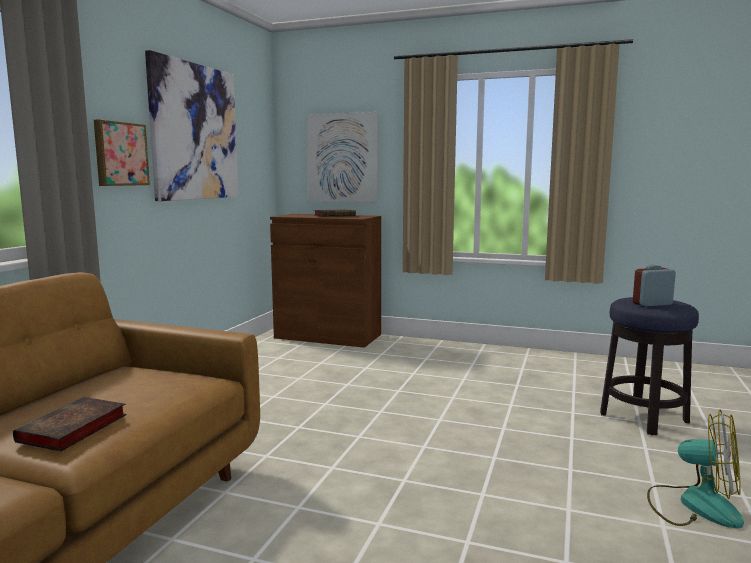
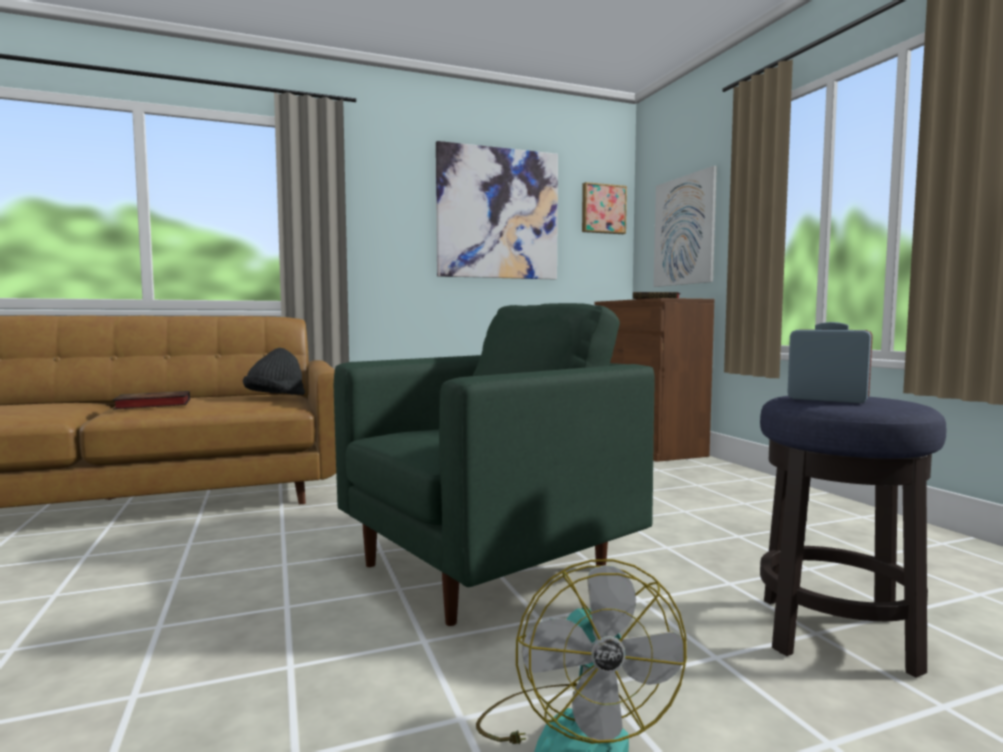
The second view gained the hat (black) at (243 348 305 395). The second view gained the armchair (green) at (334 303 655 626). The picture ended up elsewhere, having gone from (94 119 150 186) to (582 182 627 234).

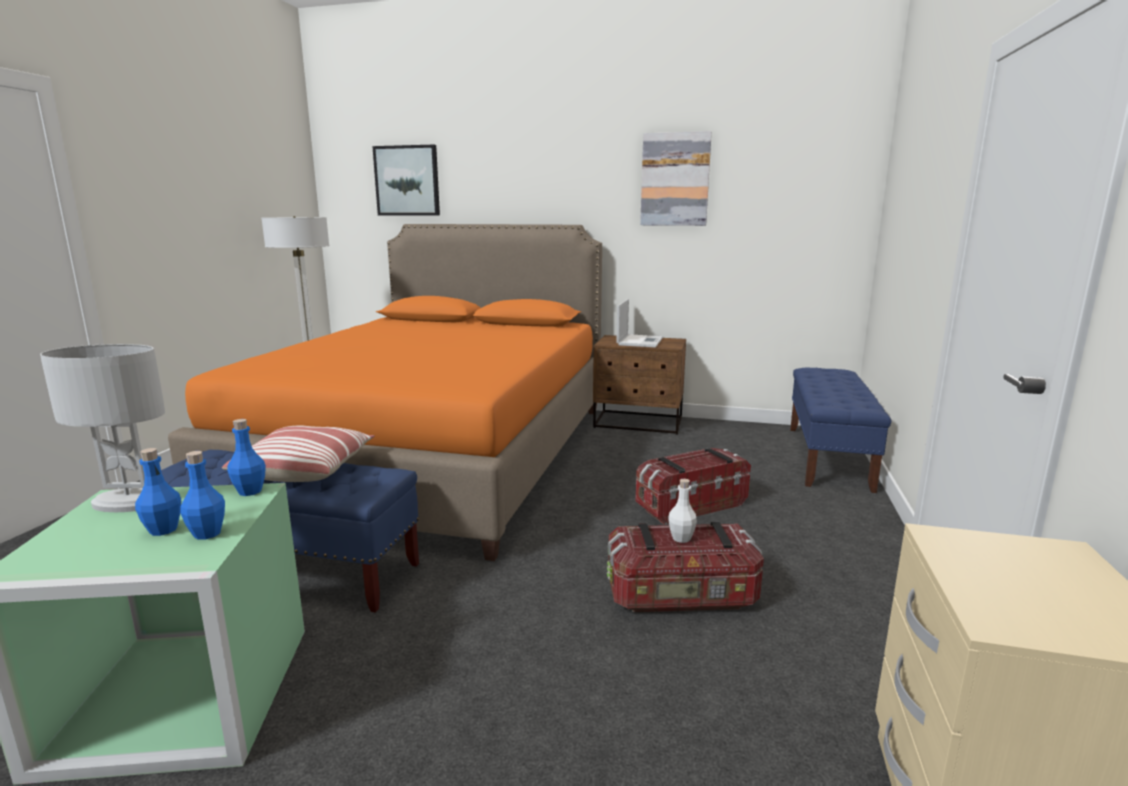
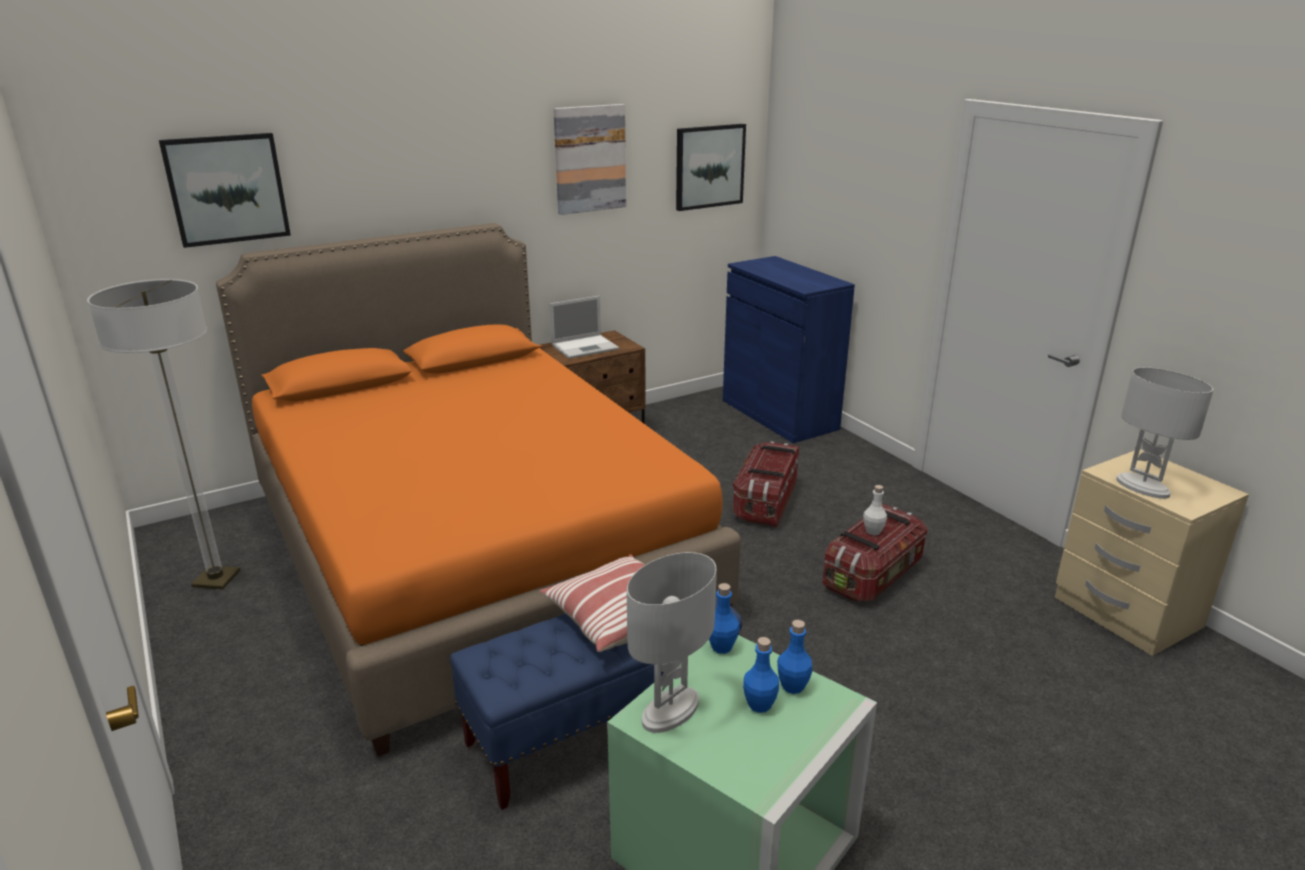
The second view gained the picture at (676 124 746 211). The second view gained the table lamp (white) at (1116 367 1213 499). Where the bench (blue) stood at (790 368 891 493), the cabinet (blue) came to stand at (723 256 855 443). The laptop at (616 299 663 348) ended up facing another way, 90 degrees clockwise from before.

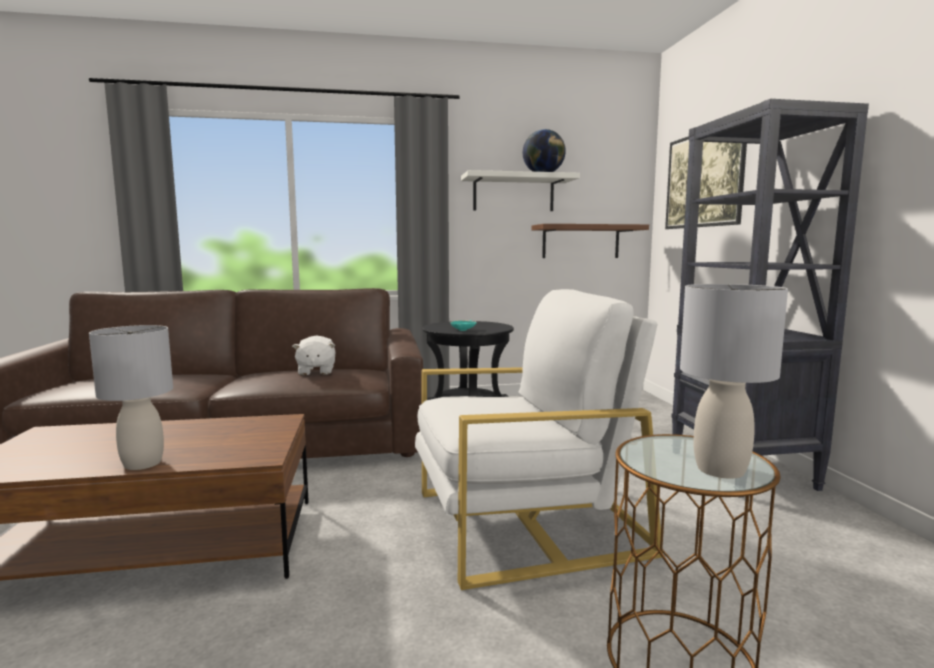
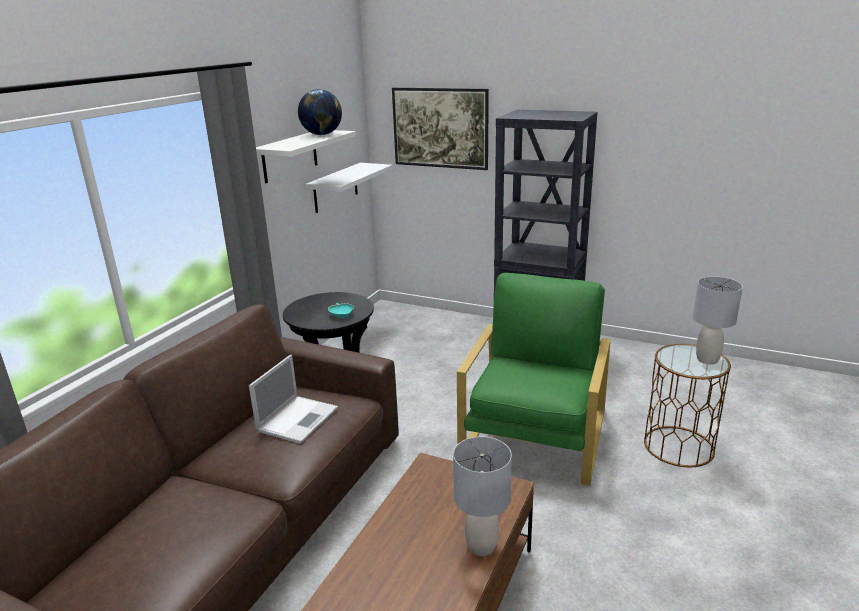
Where the plush toy (white) stood at (292 335 335 375), the laptop came to stand at (249 355 338 444). What was the armchair (white) at (415 289 663 590) turned into the armchair (green) at (457 273 611 486). What was the shelf (brown) at (531 224 649 258) turned into the shelf (white) at (306 163 393 213).

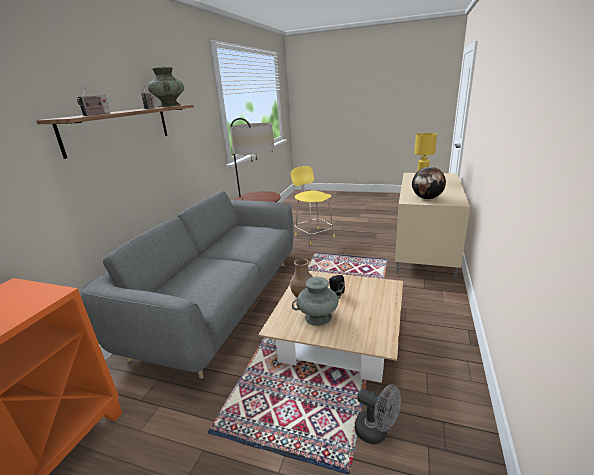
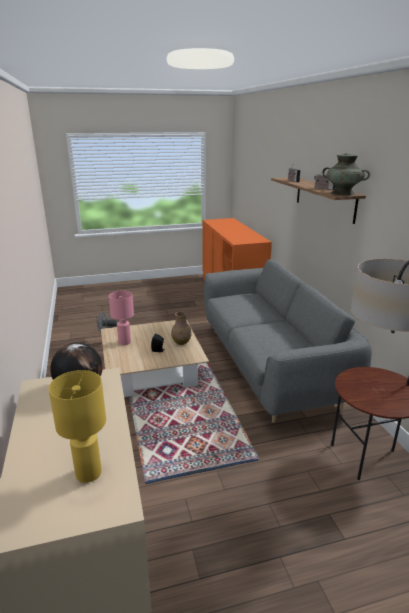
The second view lost the stool (yellow) at (291 166 335 245). The second view lost the vase (grey) at (292 277 342 326). The second view gained the table lamp (pink) at (109 290 134 345).

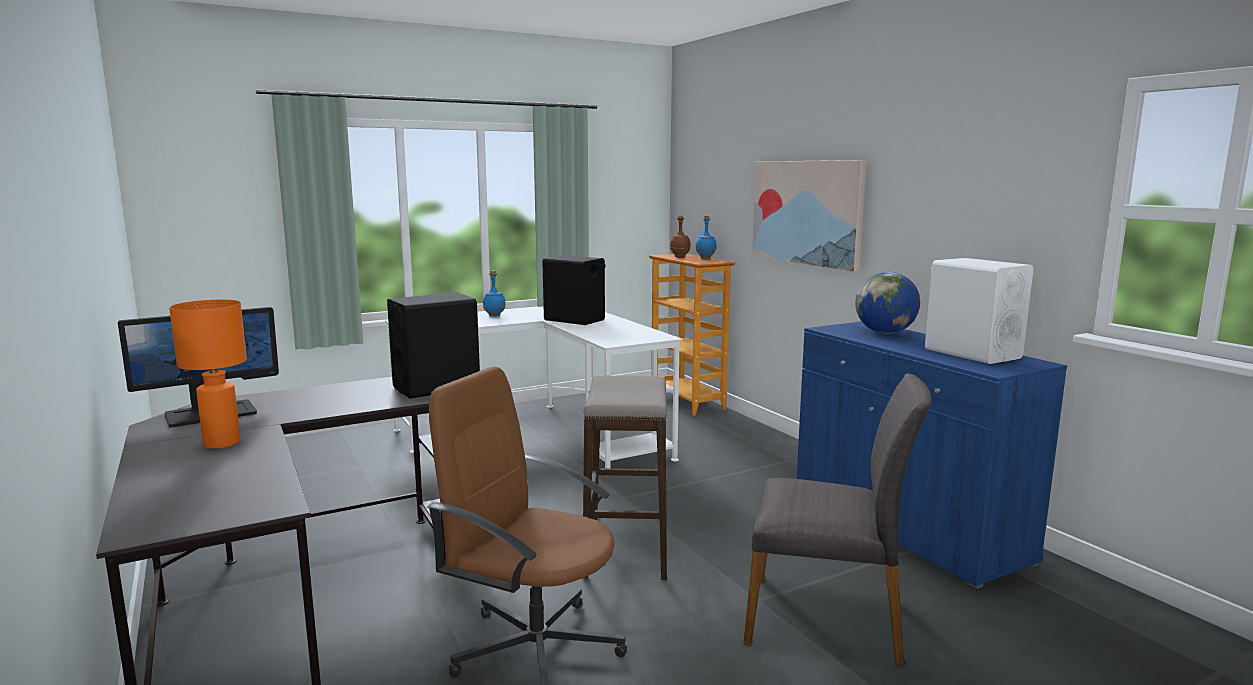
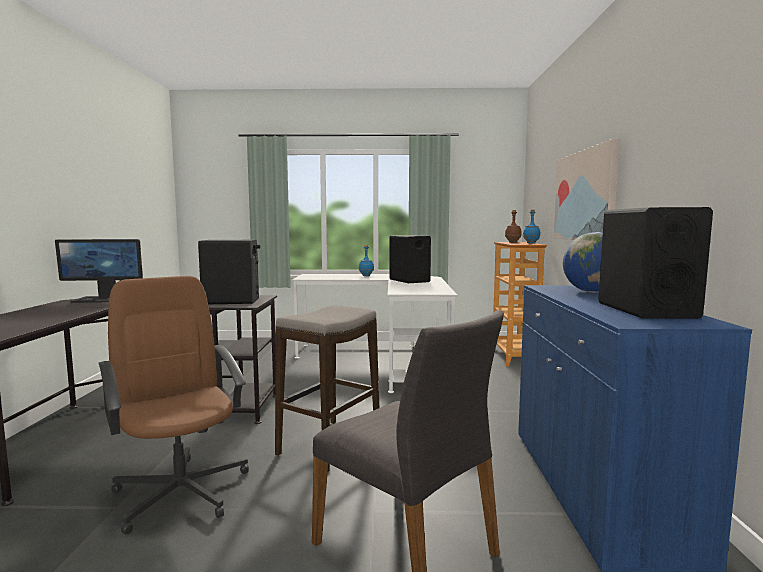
The second view lost the table lamp (orange) at (169 300 247 449). What was the speaker (white) at (925 258 1033 364) turned into the speaker (black) at (598 207 713 319).

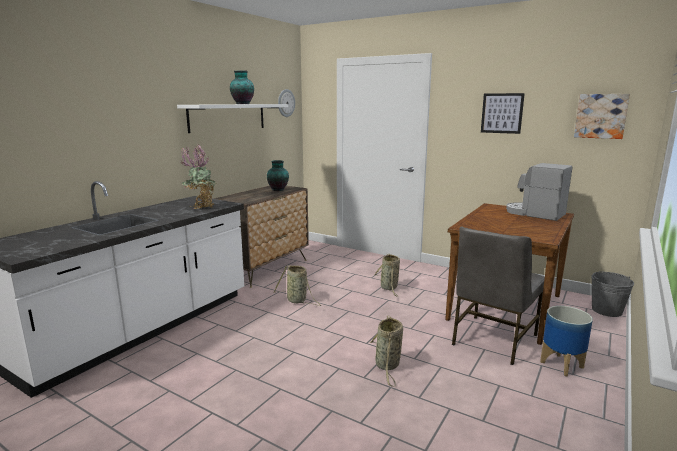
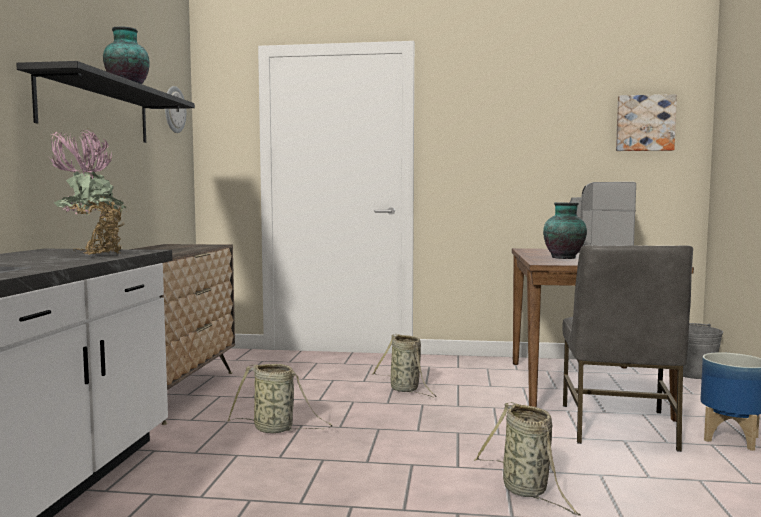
The second view lost the picture at (481 93 525 134). The vase ended up elsewhere, having gone from (267 160 289 191) to (543 202 587 259). What was the shelf (white) at (177 104 288 133) turned into the shelf (black) at (16 61 195 143).

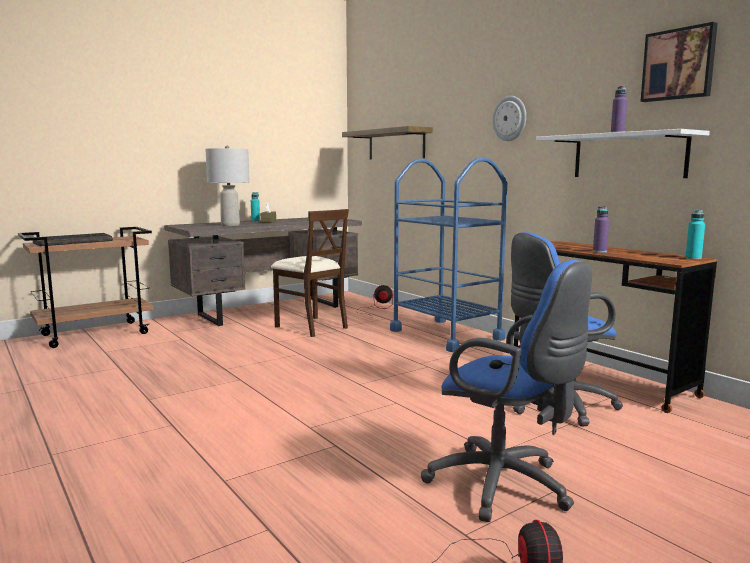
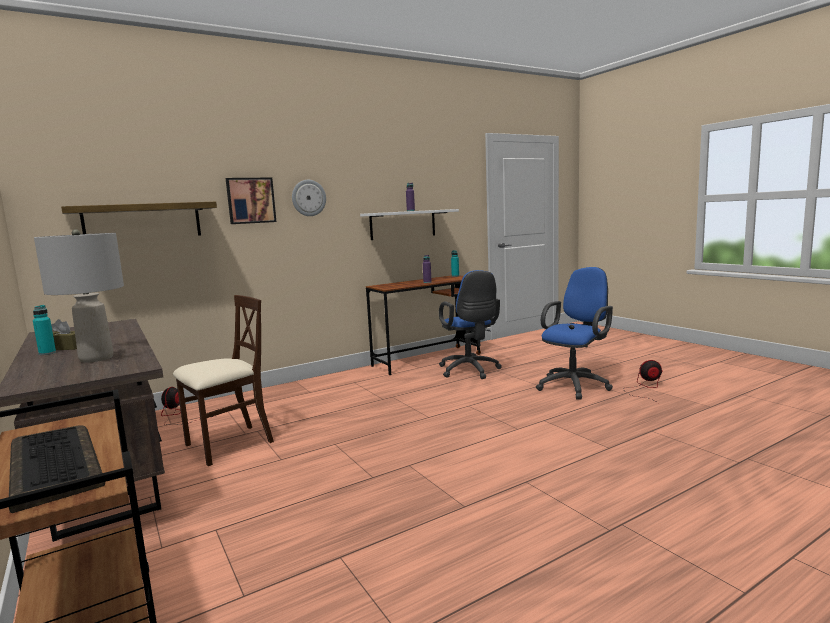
The second view lost the cart (blue) at (390 157 507 352). The picture ended up elsewhere, having gone from (640 22 718 102) to (226 178 276 224).

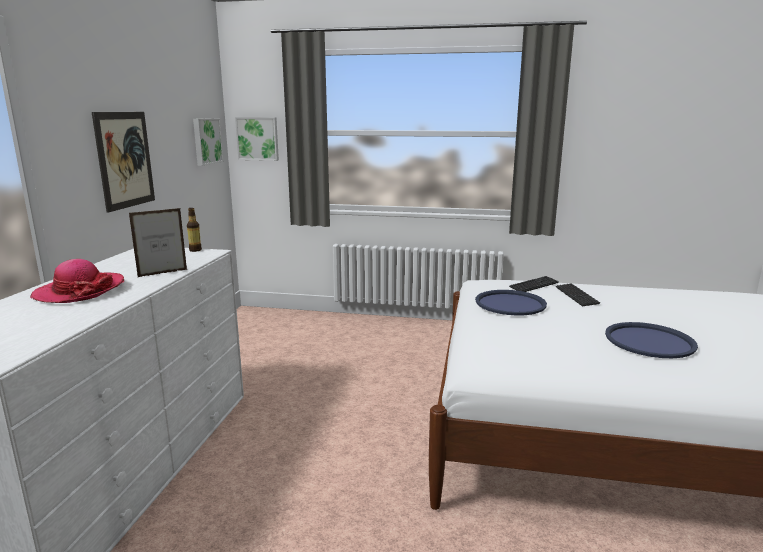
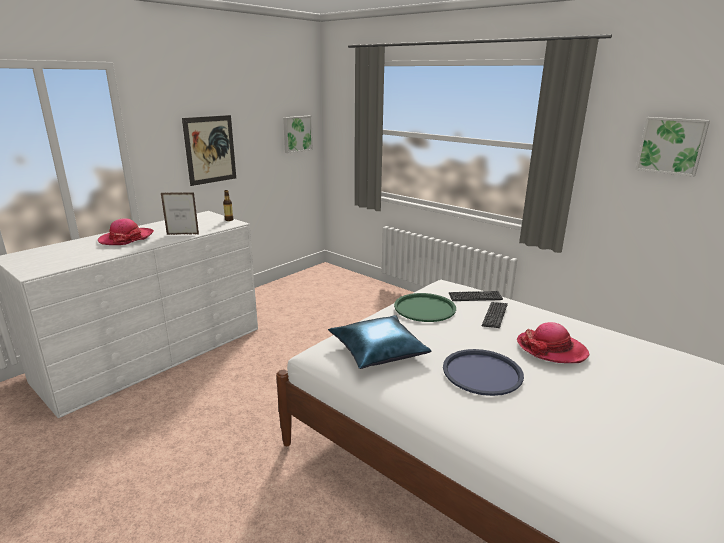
The second view gained the pillow (blue) at (328 315 431 369). The second view gained the hat at (517 322 590 363). The picture ended up elsewhere, having gone from (235 117 279 161) to (635 117 710 177). What was the tray (blue) at (475 290 547 315) turned into the tray (green) at (394 293 456 322).

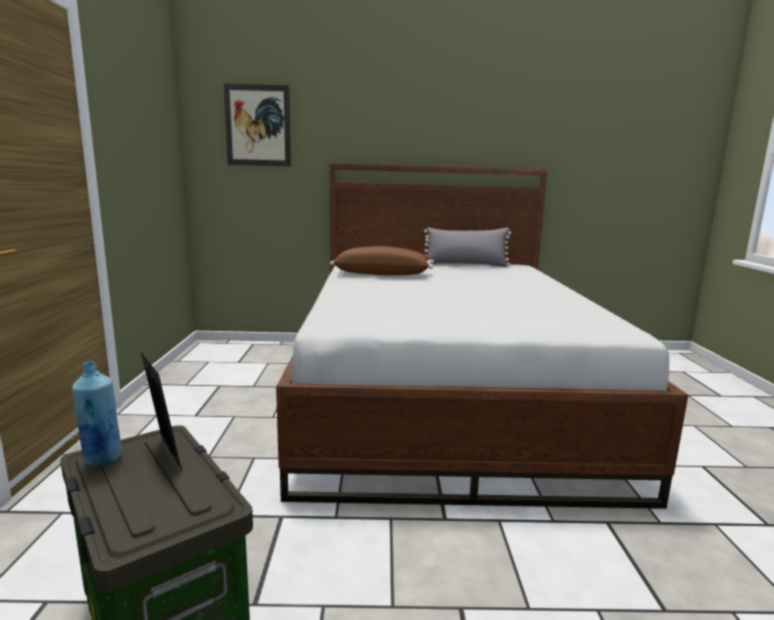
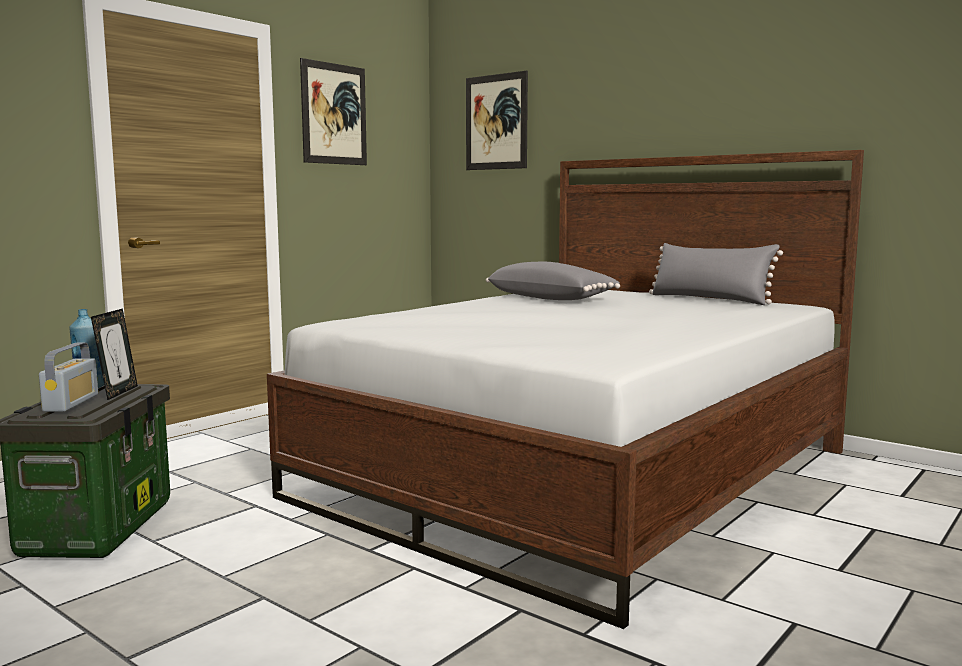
The second view gained the radio at (39 343 98 412). The second view gained the picture at (300 58 367 165). What was the pillow (brown) at (330 246 434 275) turned into the pillow (grey) at (486 262 620 300).

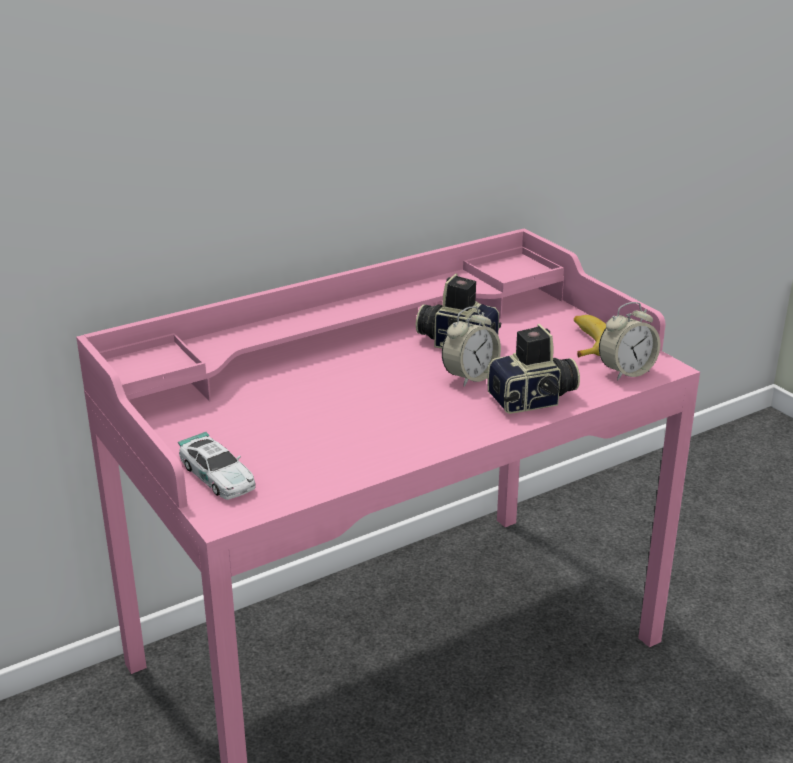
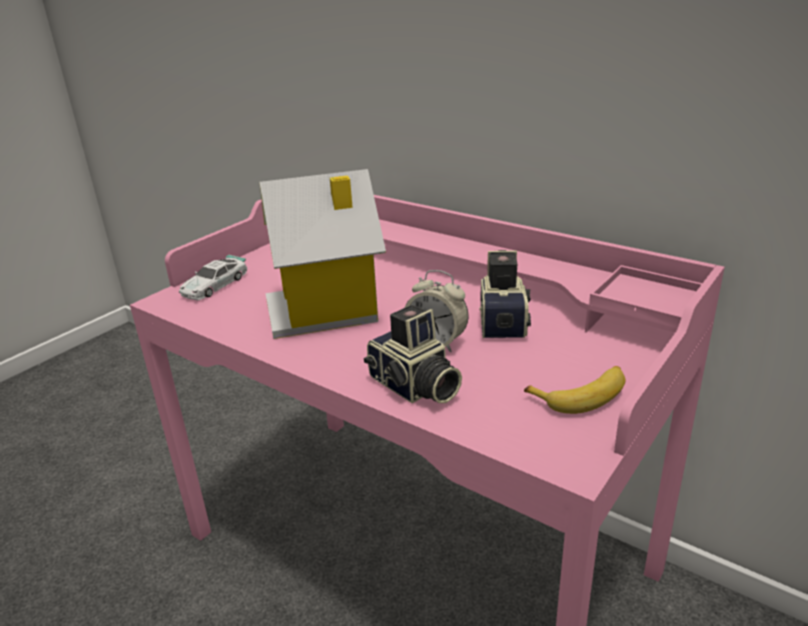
The second view lost the alarm clock at (599 302 660 381). The second view gained the toy house at (260 169 386 339).

